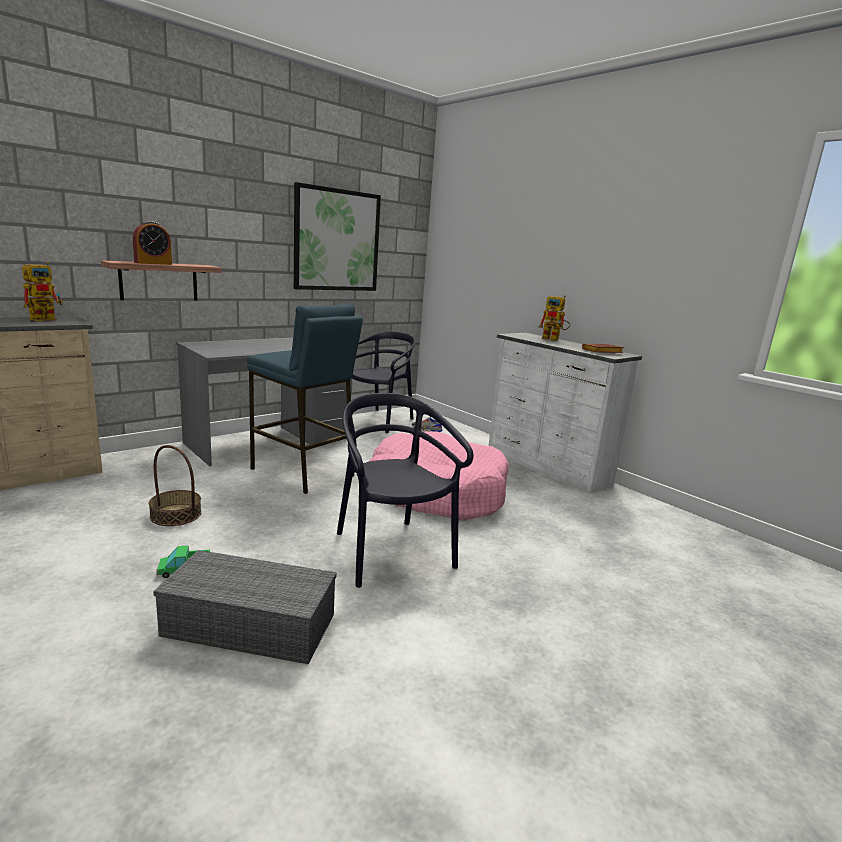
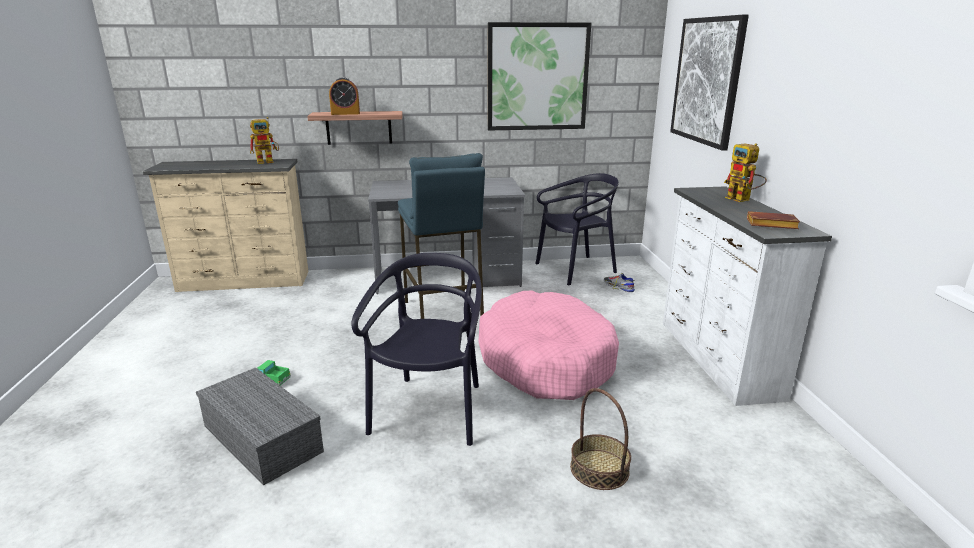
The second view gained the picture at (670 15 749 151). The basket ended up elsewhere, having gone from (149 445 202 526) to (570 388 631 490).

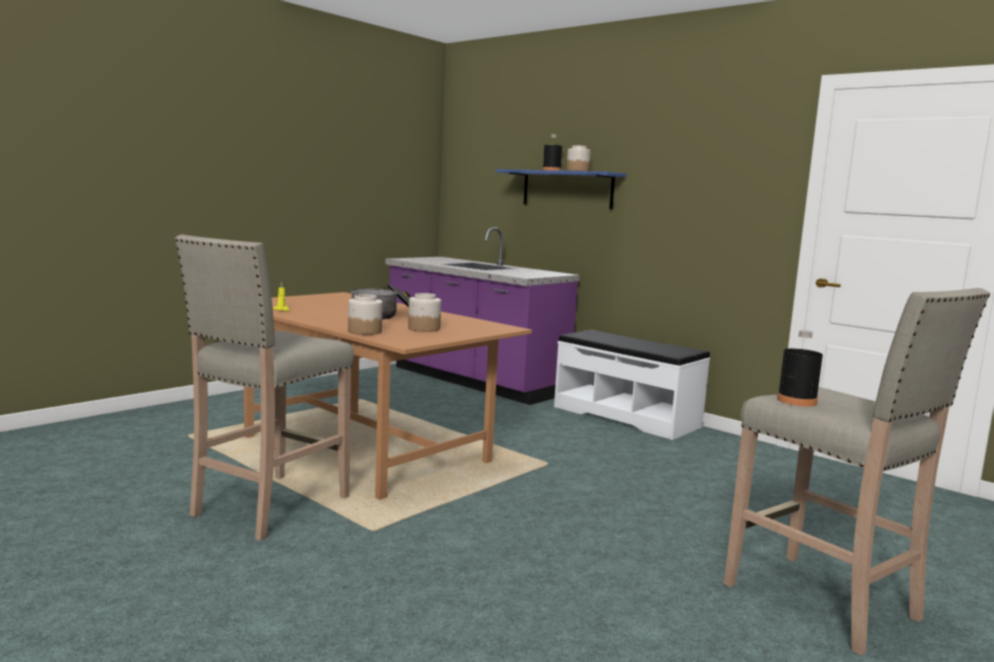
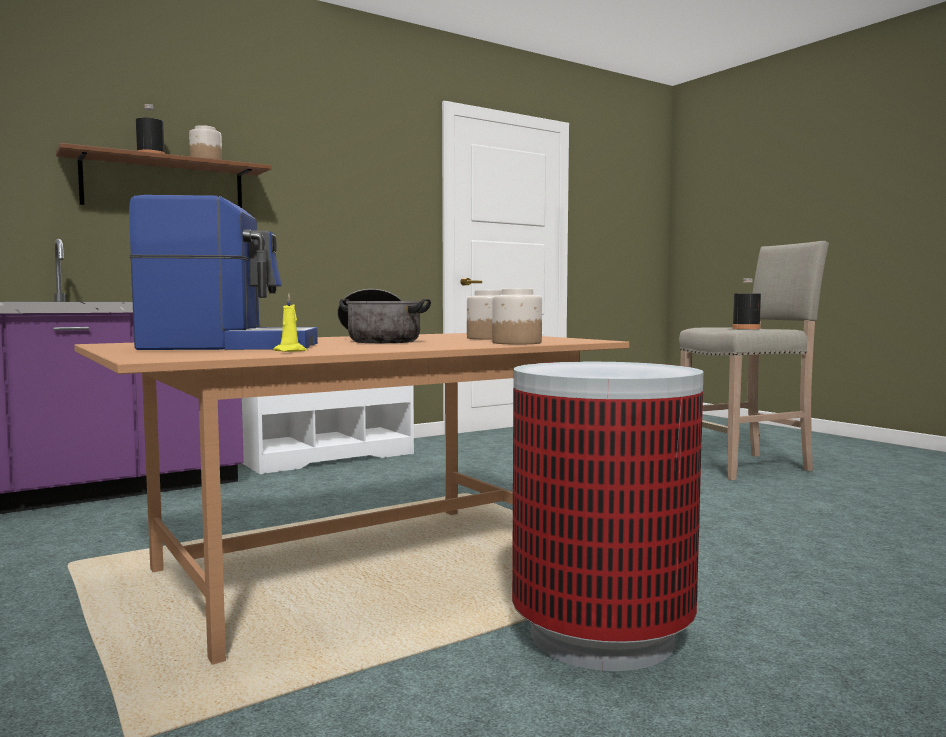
The second view gained the coffee machine at (129 195 318 350). Where the stool (beige) stood at (175 235 354 541), the trash can came to stand at (512 362 703 671). What was the shelf (blue) at (496 169 626 209) turned into the shelf (brown) at (56 143 272 208).

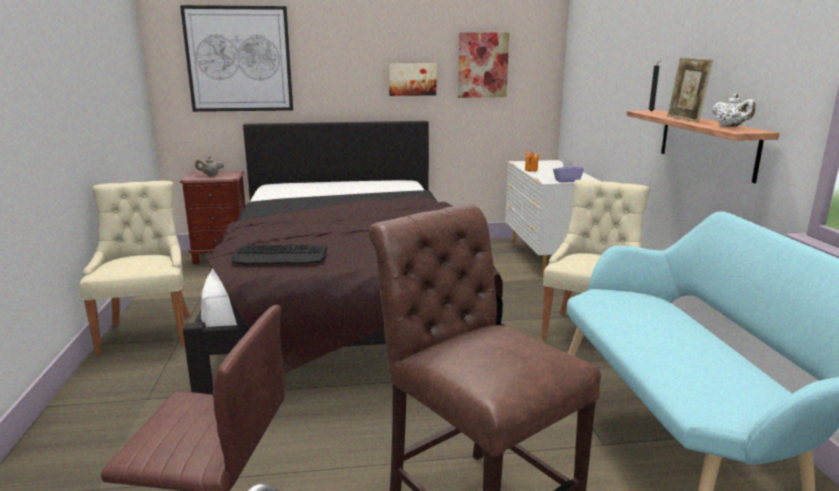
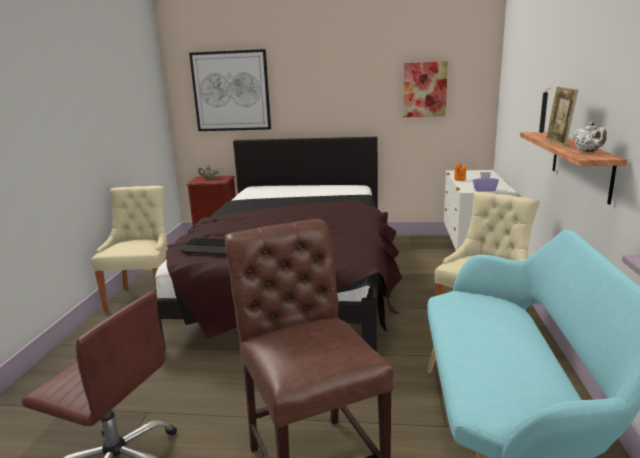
The second view lost the picture at (389 63 437 96).

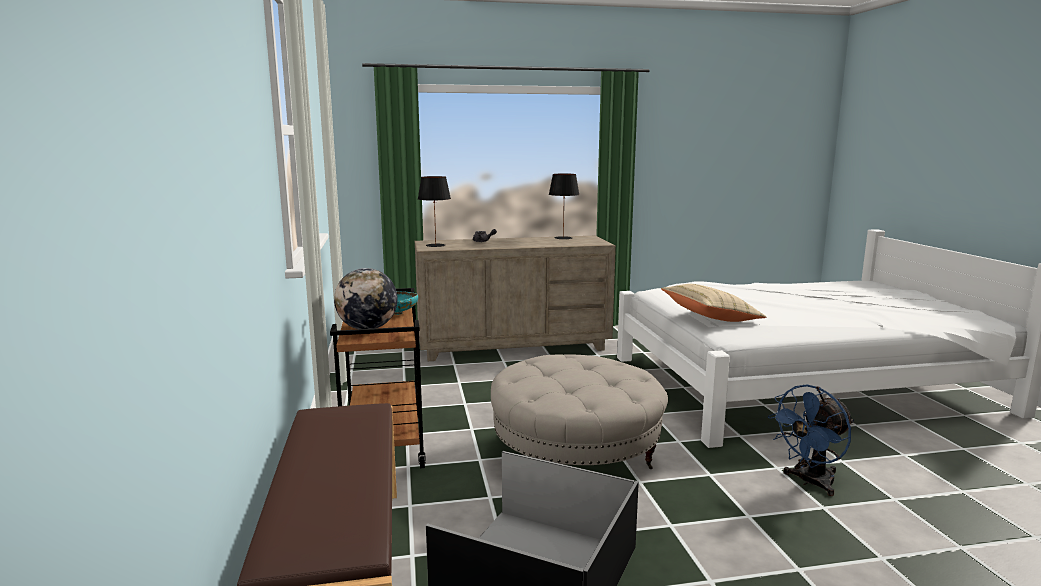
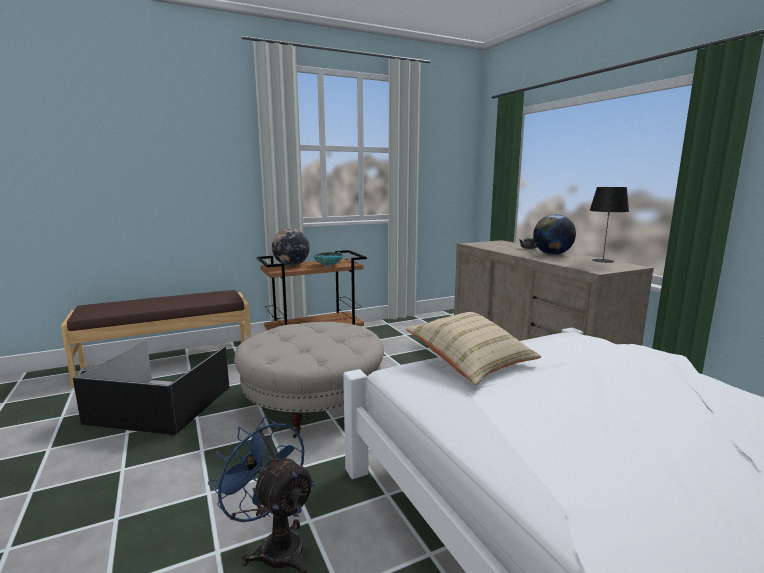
The second view lost the table lamp (black) at (418 176 451 247). The second view gained the globe at (533 214 576 255).

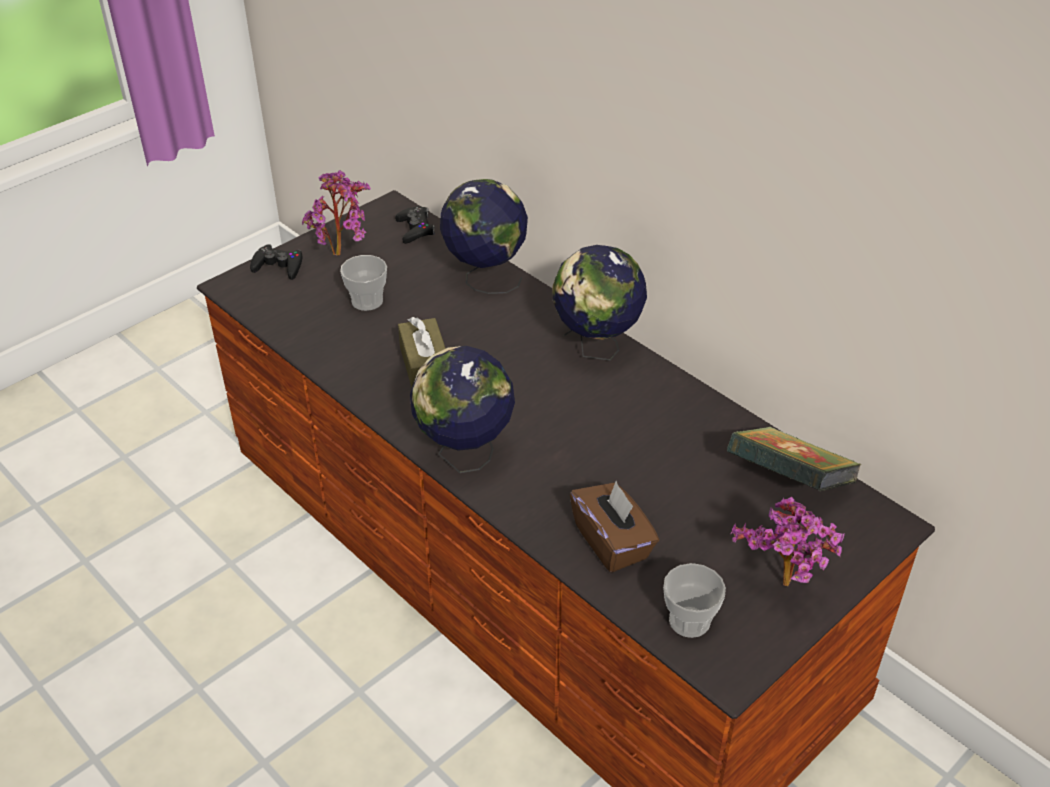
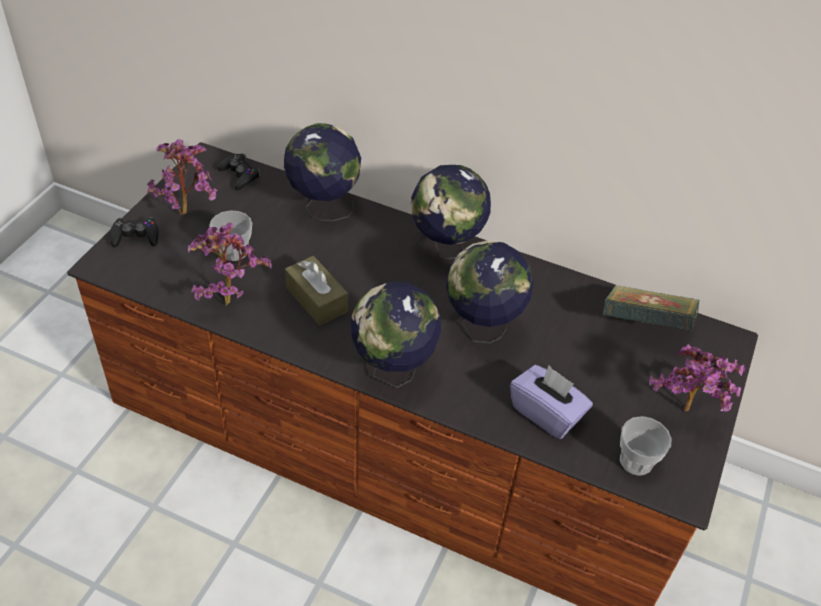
The second view gained the potted plant at (188 223 272 305). The second view gained the globe at (446 240 534 343). What was the tissue box (brown) at (570 481 659 573) turned into the tissue box (purple) at (510 365 593 439).

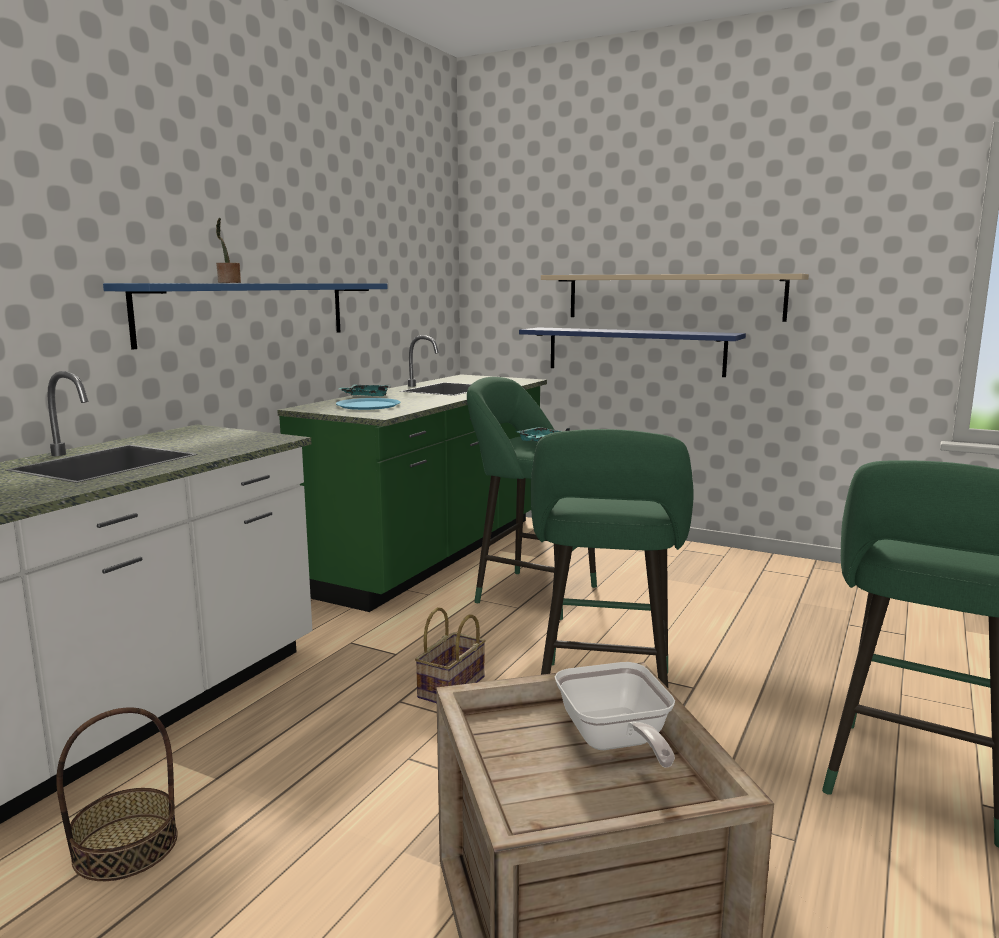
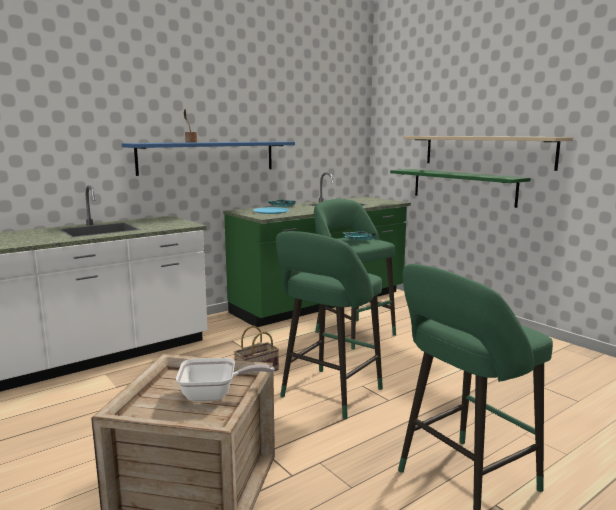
The second view lost the basket at (56 707 178 881). What was the shelf (blue) at (519 327 746 377) turned into the shelf (green) at (390 169 531 208). The frying pan at (555 662 675 767) ended up facing another way, 105 degrees counterclockwise from before.

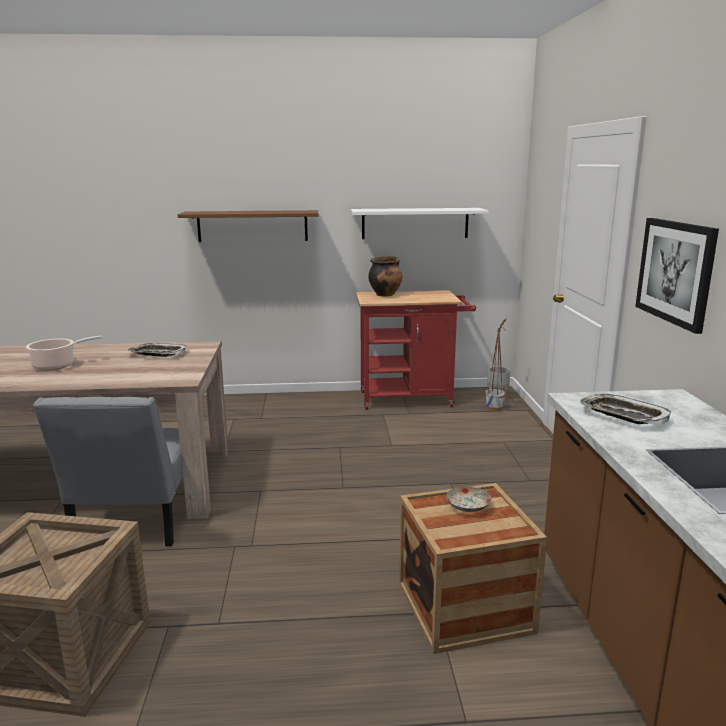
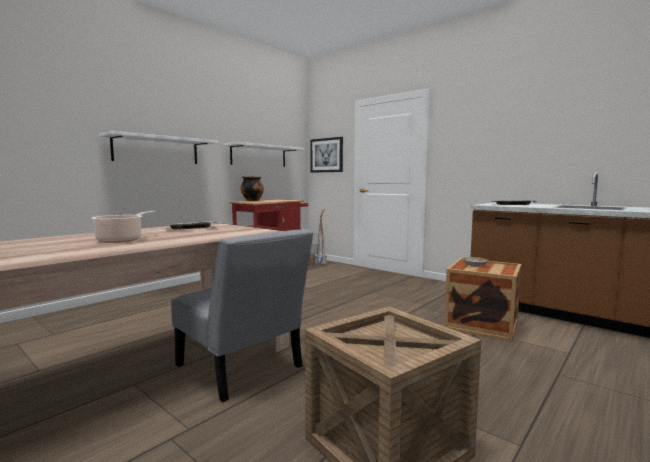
The picture ended up elsewhere, having gone from (635 218 719 334) to (310 137 343 173). What was the shelf (brown) at (178 210 318 242) turned into the shelf (white) at (99 131 218 164).

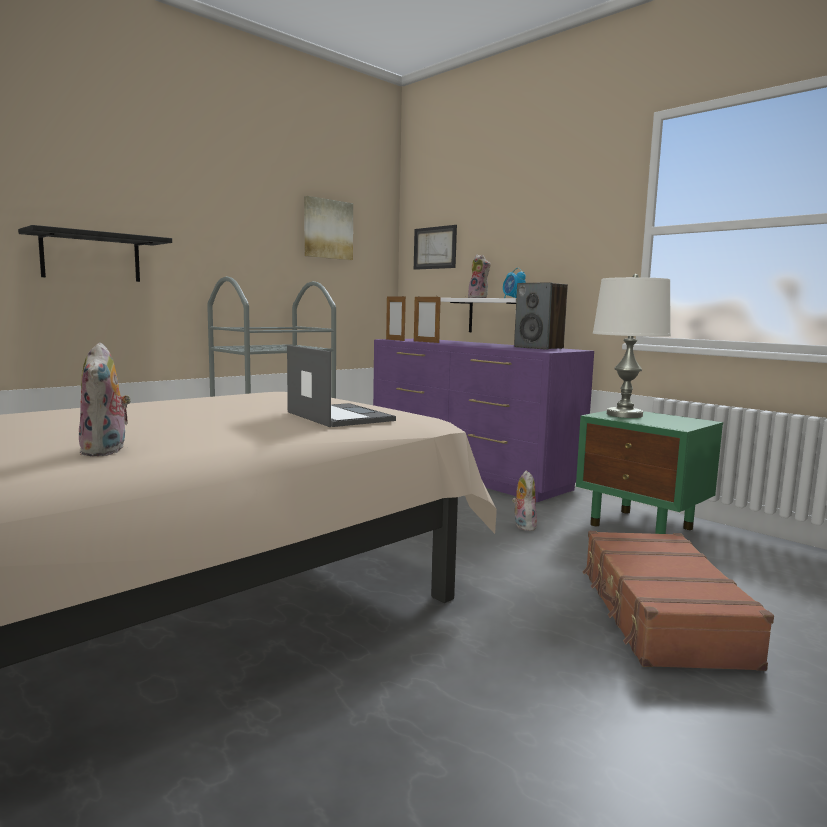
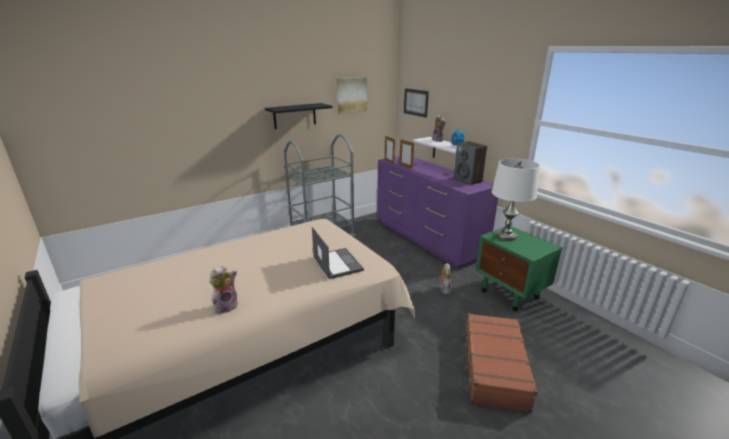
The shelf (black) ended up elsewhere, having gone from (18 225 172 282) to (265 103 333 129). The plush toy at (79 342 131 456) ended up facing another way, 120 degrees counterclockwise from before.

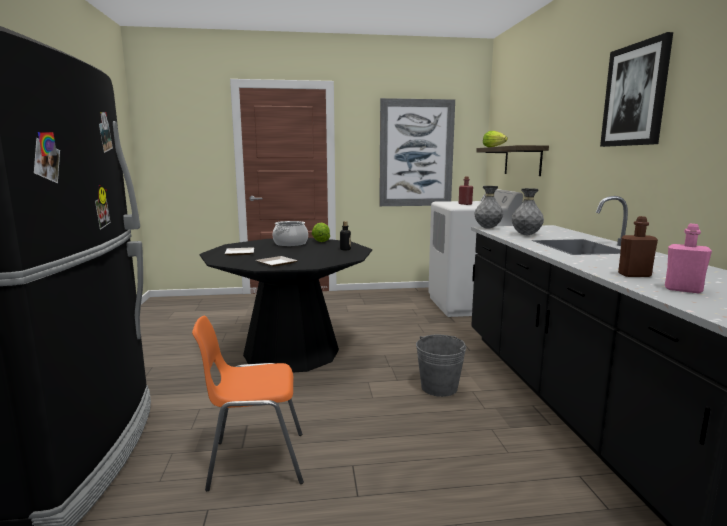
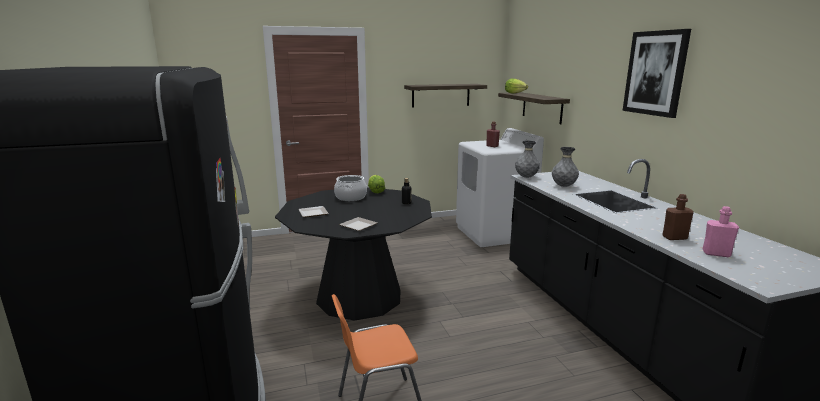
The second view lost the bucket (grey) at (416 335 466 397). Where the picture hung at (379 98 455 206), the shelf came to hang at (404 84 487 107).

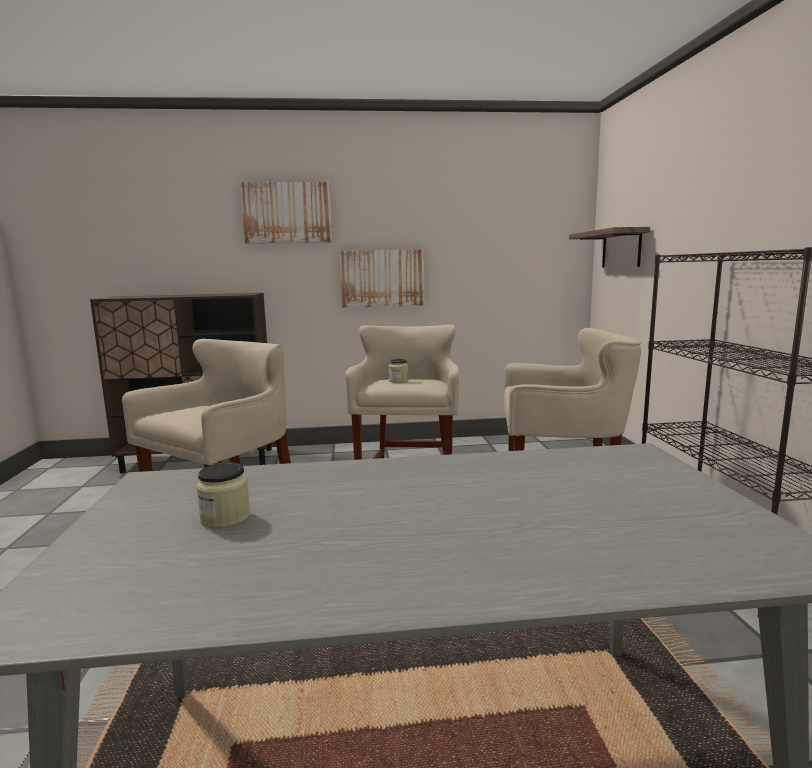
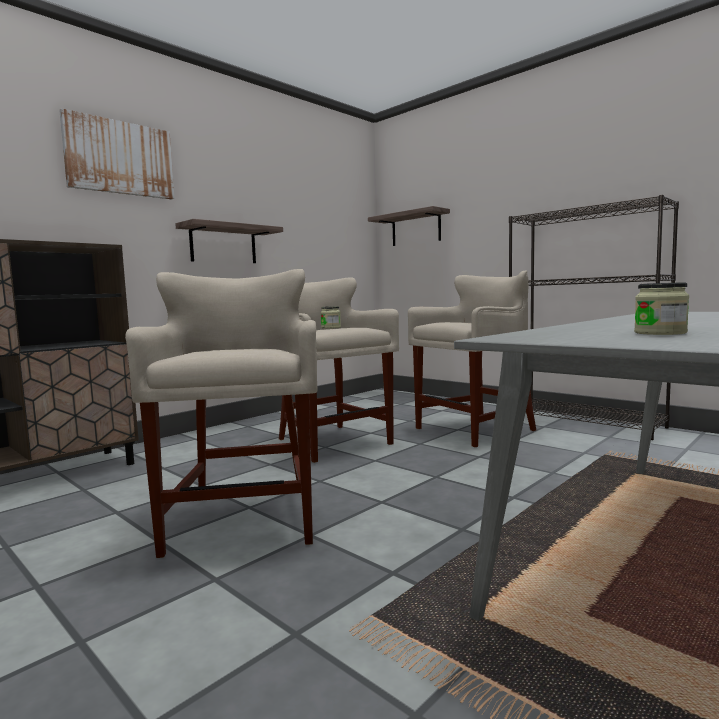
Where the picture hung at (340 249 425 308), the shelf came to hang at (175 219 283 263).

